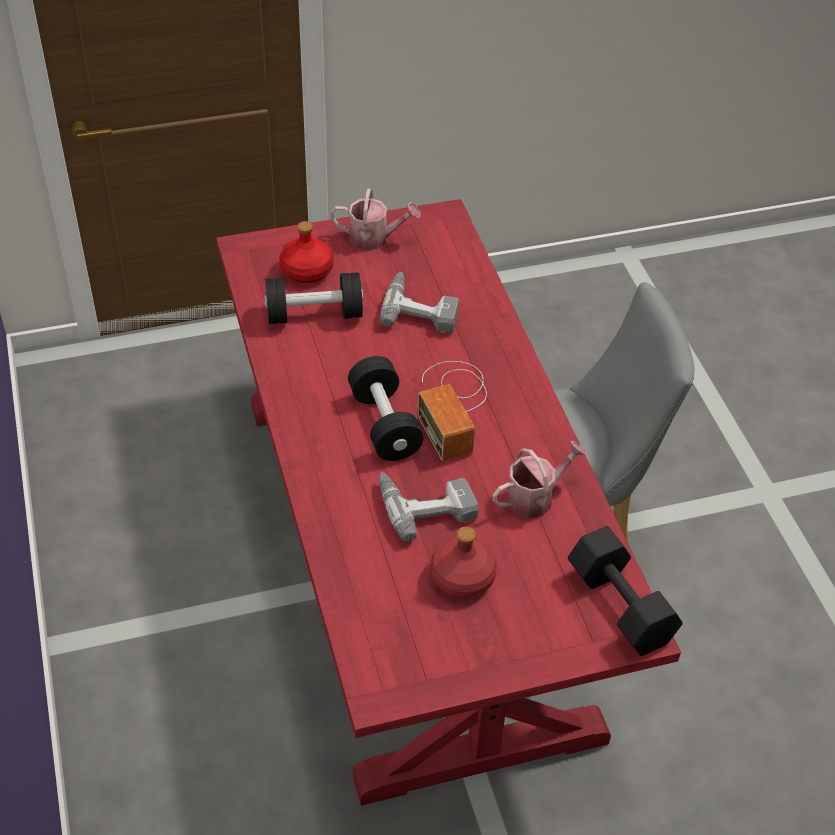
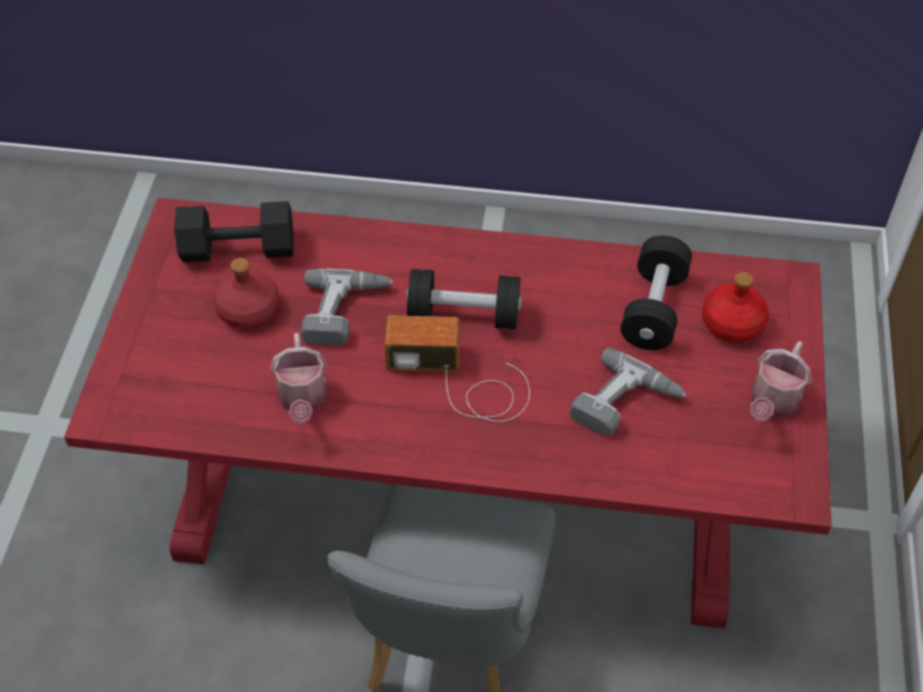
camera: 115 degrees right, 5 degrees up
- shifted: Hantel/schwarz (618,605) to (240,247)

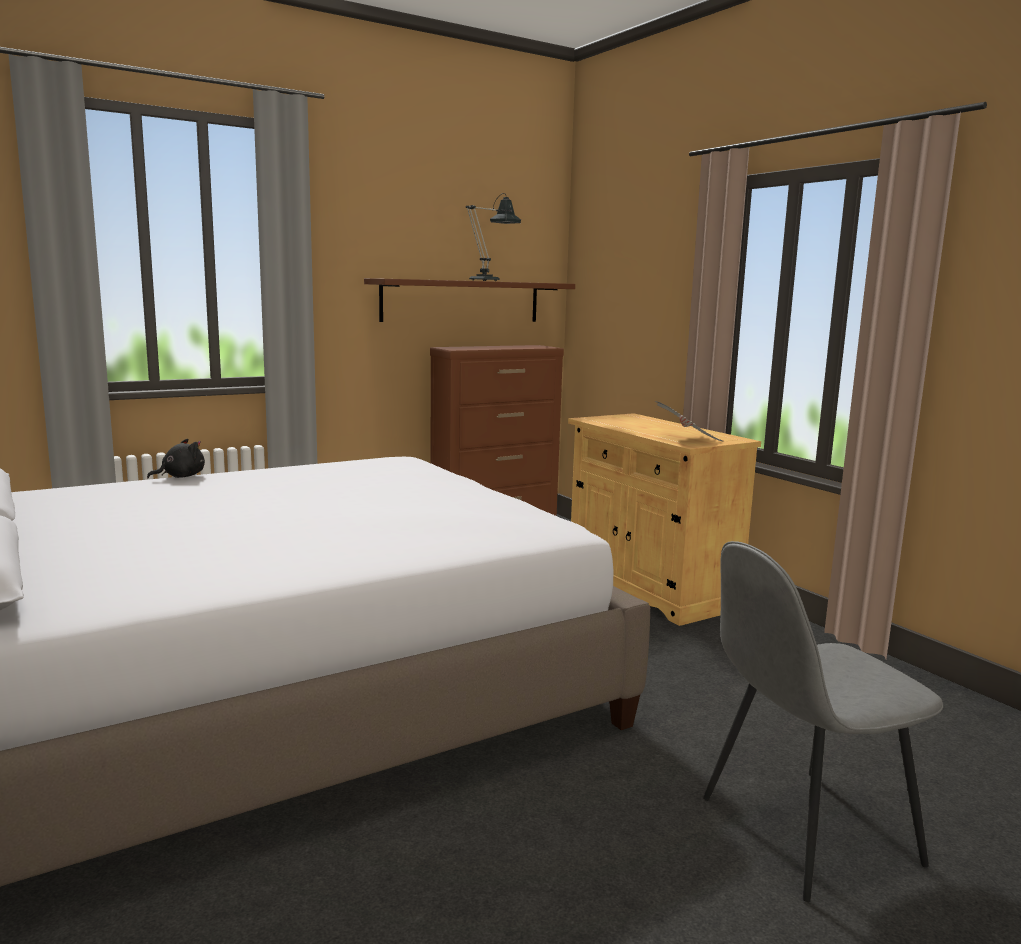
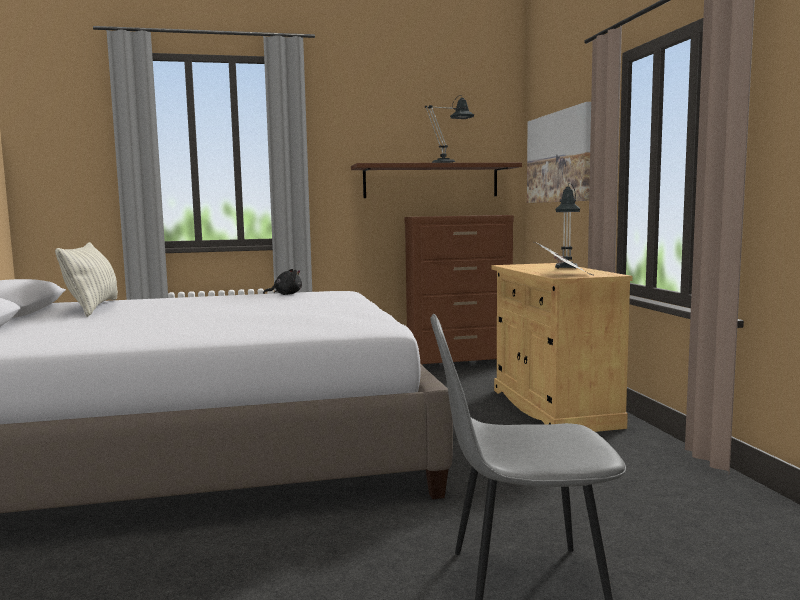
camera: 20 degrees right, 5 degrees down
- shifted: Plüschtier/schwarz (180,476) to (286,294)
- new: Kissen (93,307)
- new: Bild (559,157)
- new: Tischlampe (566,268)

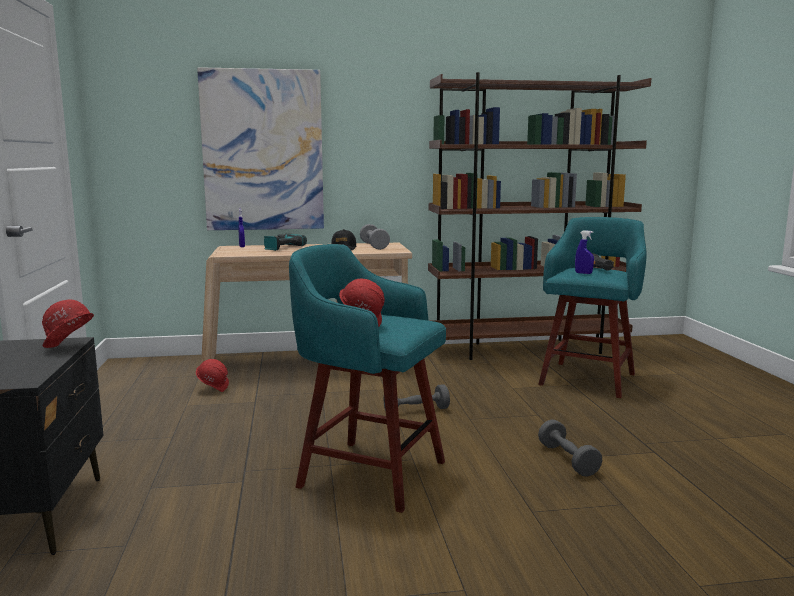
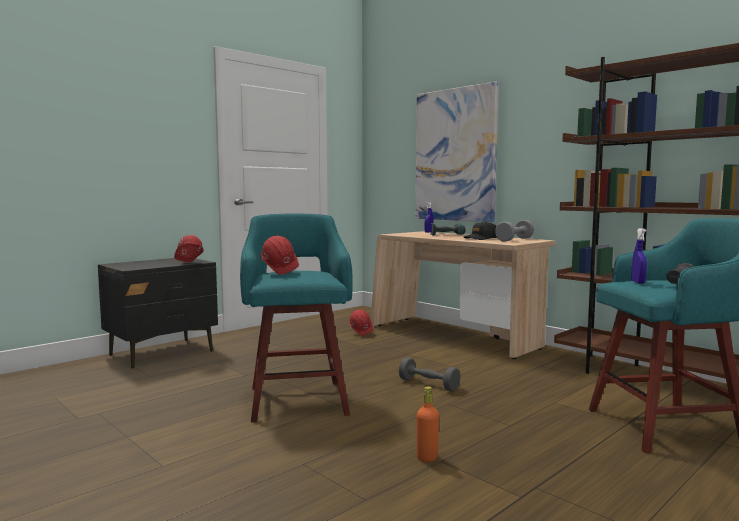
camera: 55 degrees right, 5 degrees down
- swapped: Hantel/grau (568,460) to Flasche/orange (427,458)

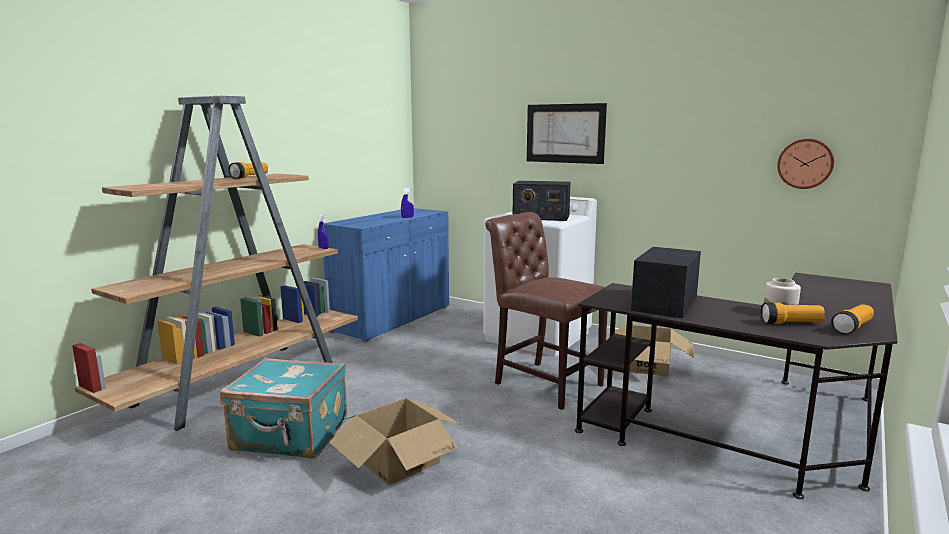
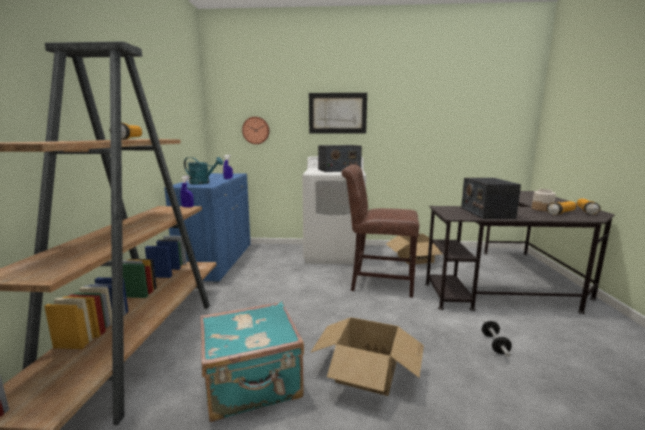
camera: 30 degrees left, 0 degrees up
- shifted: Wanduhr (805,163) to (256,130)
- new: Gießkanne/türkis (203,183)
- new: Hantel (494,344)

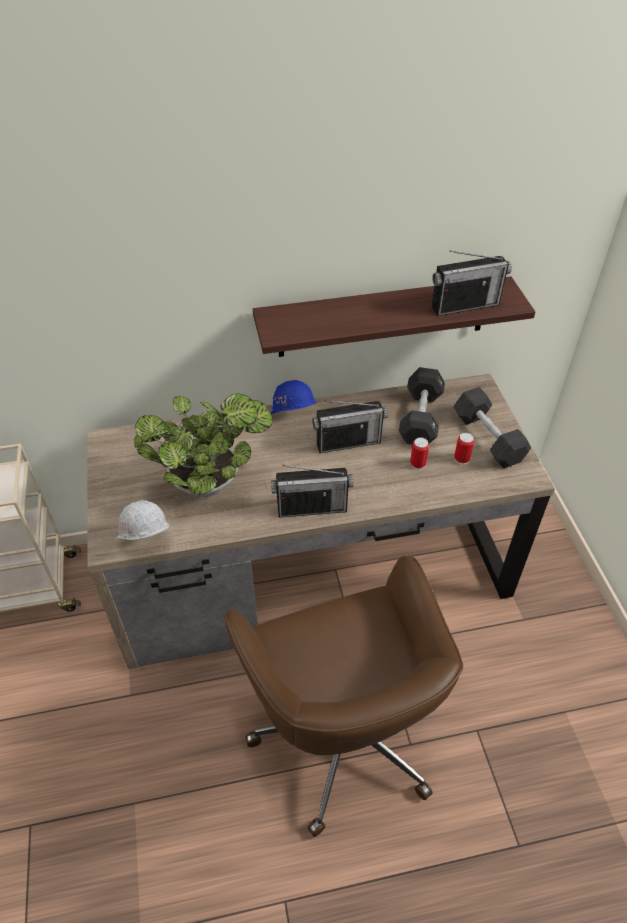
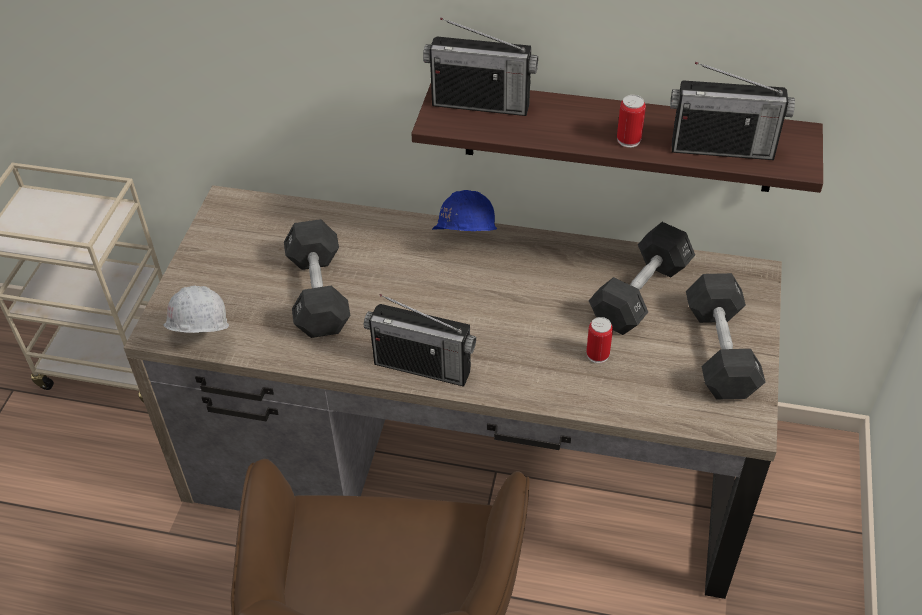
camera: 25 degrees right, 0 degrees up
- swapped: Topfpflanze (211,482) to Hantel/schwarz (318,293)
- shifted: Radio (348,442) to (481,103)
- shifted: Dose (461,459) to (628,140)

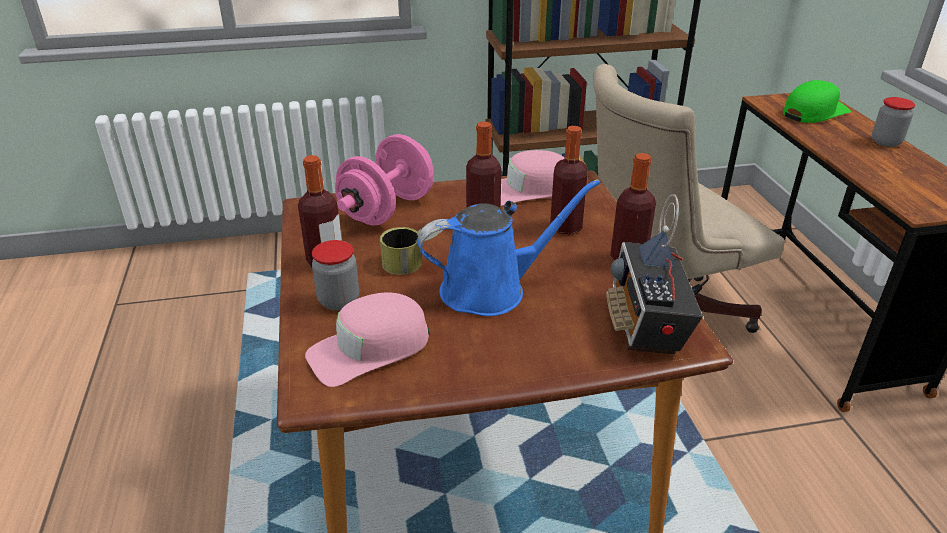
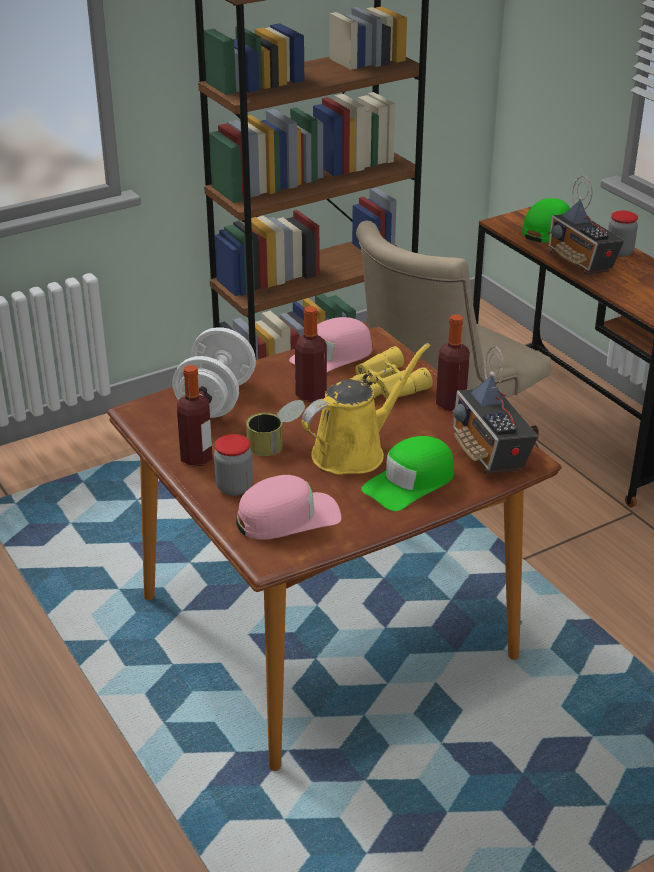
camera: 20 degrees left, 0 degrees up
- rotated: Kappe/rosa (369,349) = (288,517) 150 degrees counterclockwise
- repainted: Hantel/rosa (387,209) to Hantel/weiß (216,400)
- repainted: Gießkanne/blau (491,289) to Gießkanne/gelb (354,452)
- swapped: Flasche (566,227) to Fernglas/gelb (385,386)
- new: Kappe/grün (410,482)
- new: Radio (581,263)

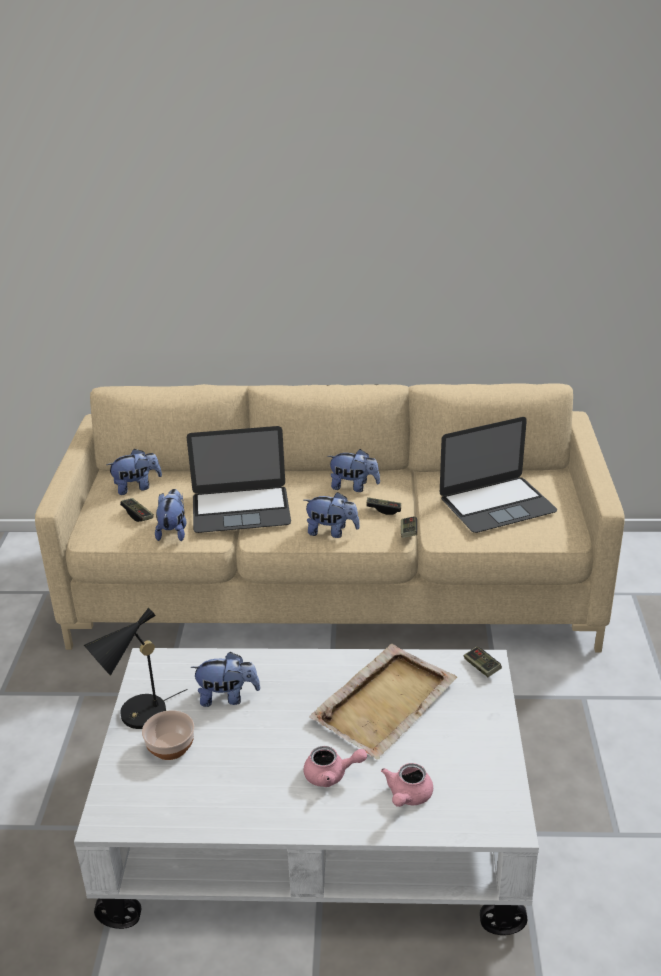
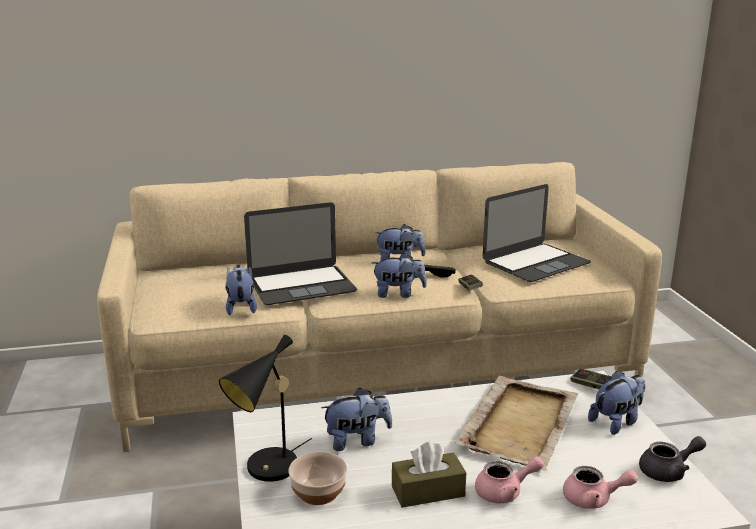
camera: 15 degrees left, 10 degrees down
- shifted: Plüschtier (137,487) to (617,422)
- gone: Gamepad (137,515)
- rotated: Teekanne/rosa (407,796) = (594,499) 90 degrees counterclockwise
- new: Taschentuchbox/braun (428,491)
- new: Teekanne/grau (668,471)

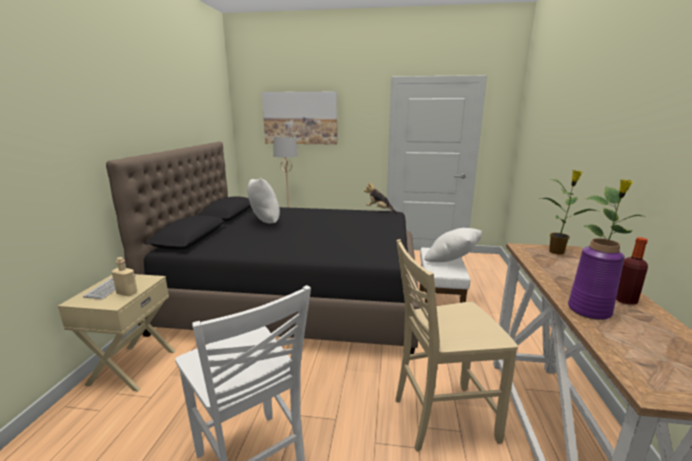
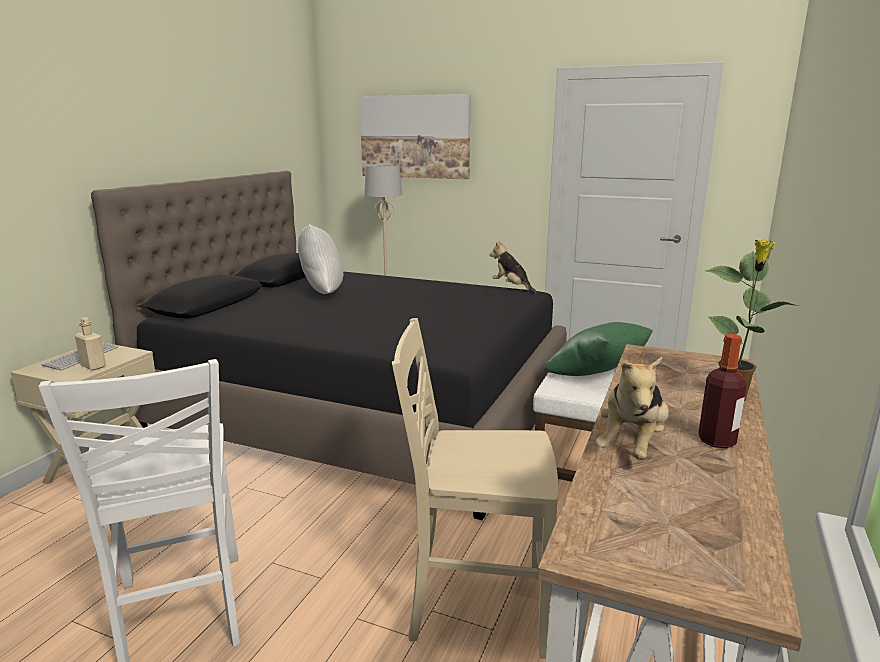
camera: 15 degrees right, 0 degrees up
- repainted: Kissen/weiß (452,261) to Kissen/grün (597,376)
- gone: Topfpflanze (557,252)
- swapped: Vase/lila (589,310) to Plüschtier (632,446)

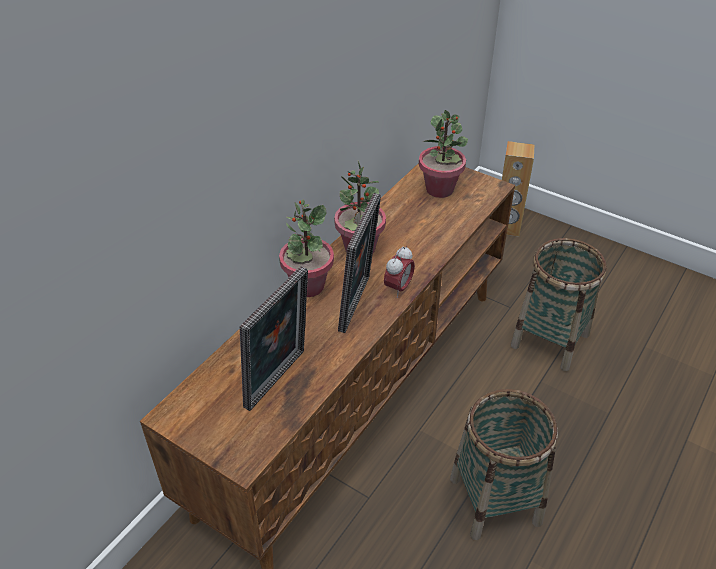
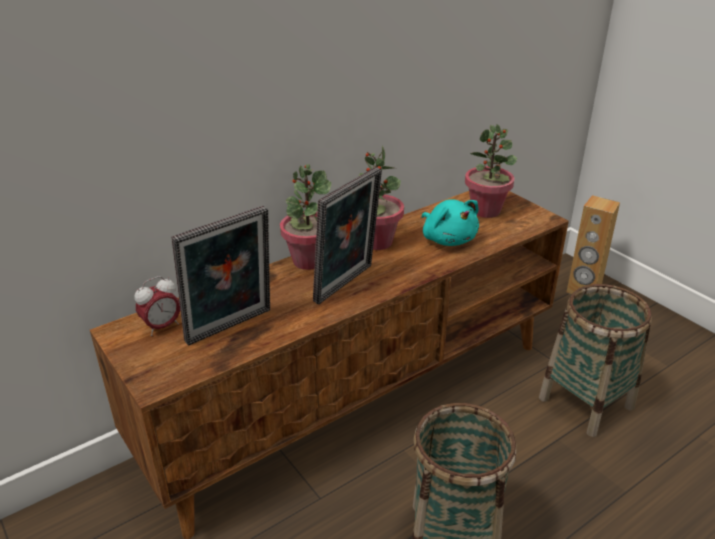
camera: 20 degrees right, 10 degrees down
- shifted: Wecker (398,288) to (162,327)
- new: Plüschtier/türkis (448,239)

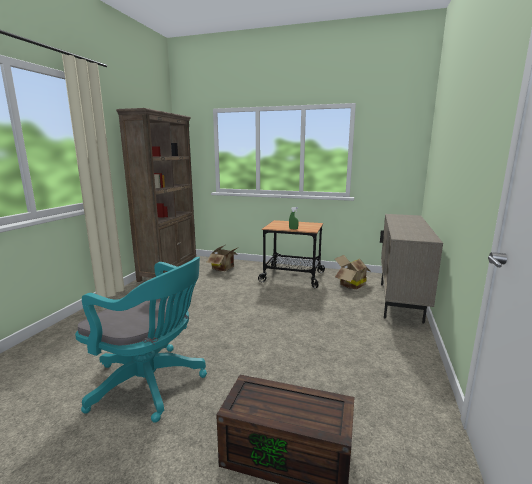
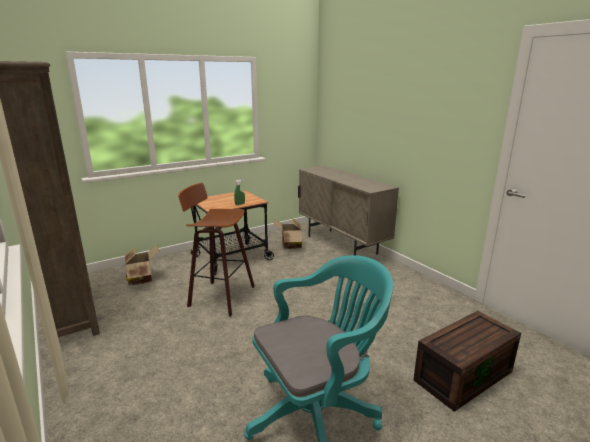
camera: 50 degrees left, 5 degrees up
- new: Hocker (219,296)

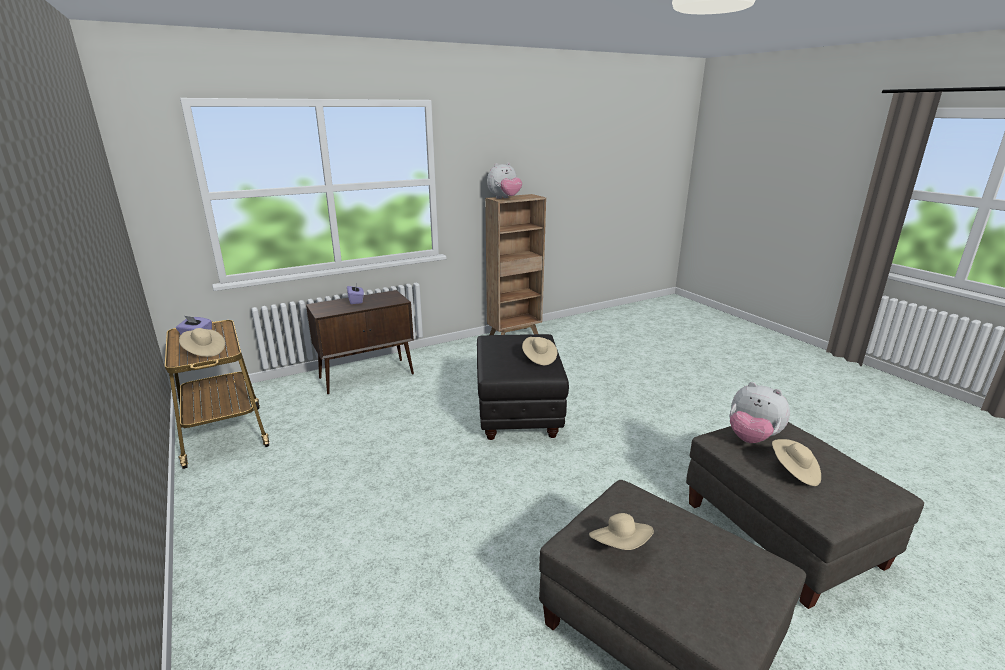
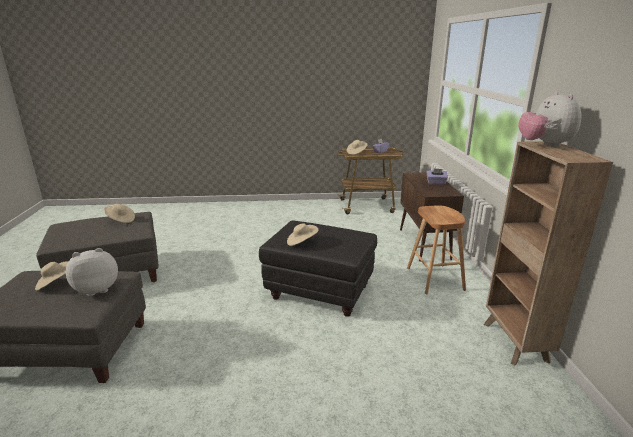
camera: 115 degrees right, 0 degrees up
- new: Hocker/braun (434,279)

